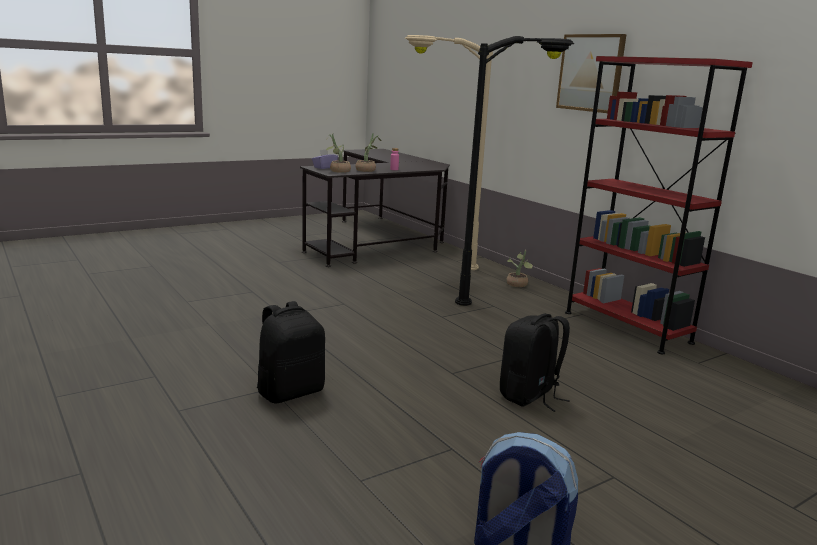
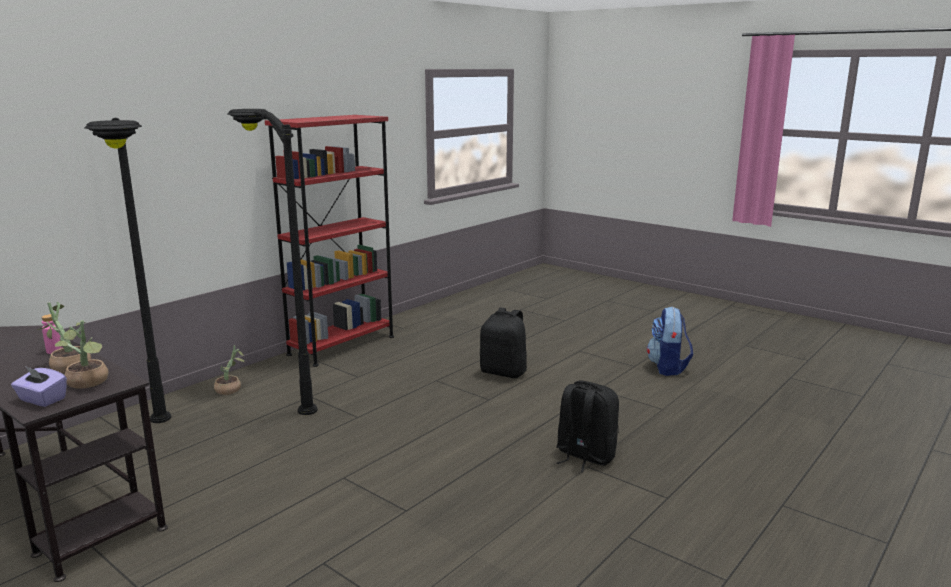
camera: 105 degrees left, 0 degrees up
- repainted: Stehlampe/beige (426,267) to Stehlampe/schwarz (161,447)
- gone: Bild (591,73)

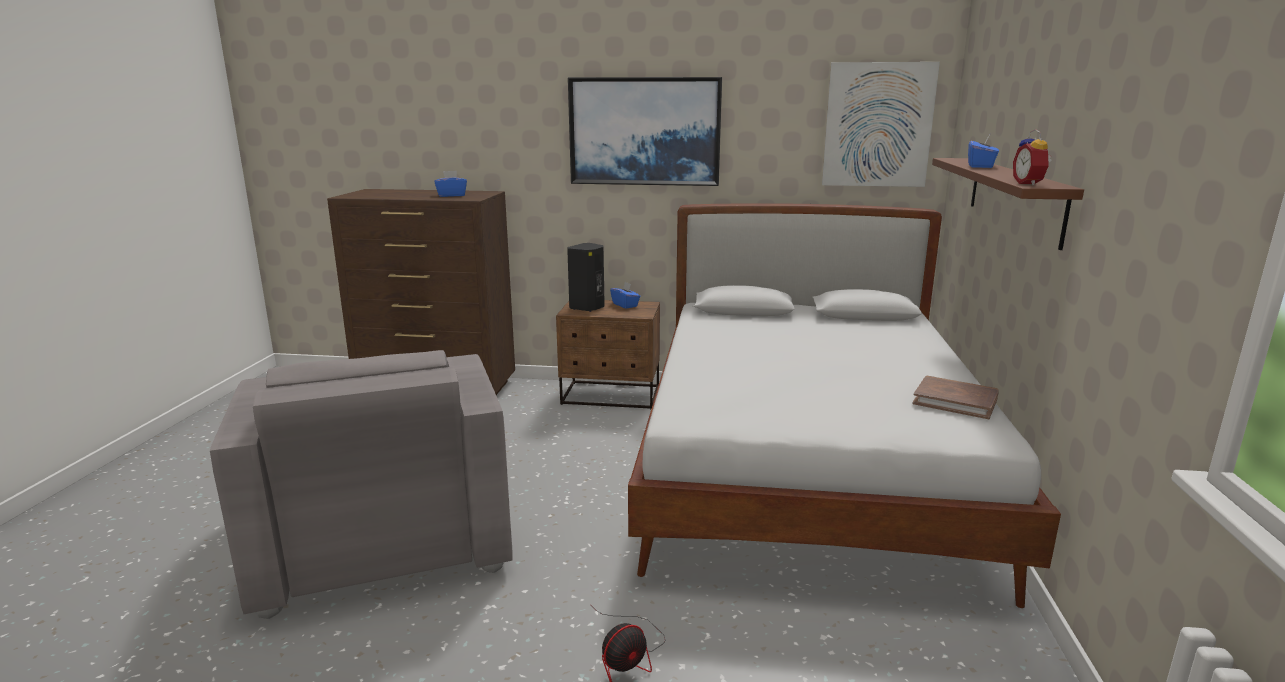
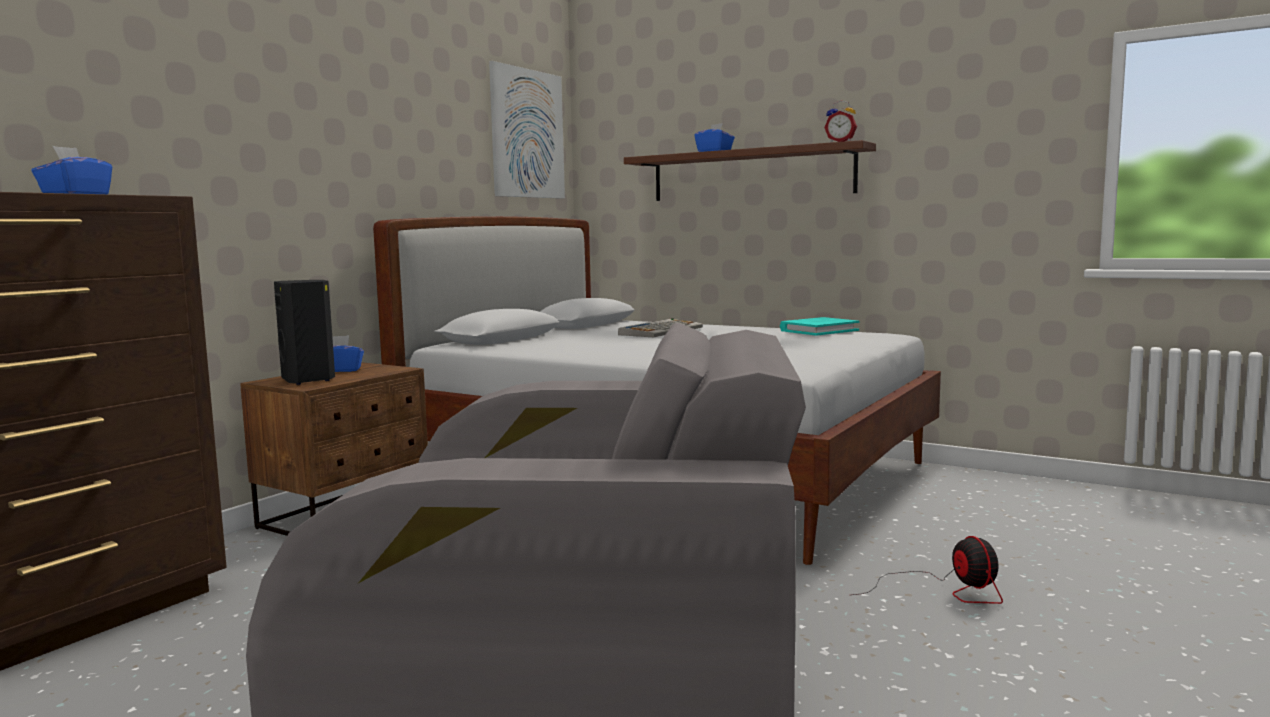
camera: 65 degrees left, 10 degrees down
- gone: Bild (644,131)
- repainted: Buch/braun (955,401) to Buch/türkis (819,330)
- new: Tastatur (661,331)

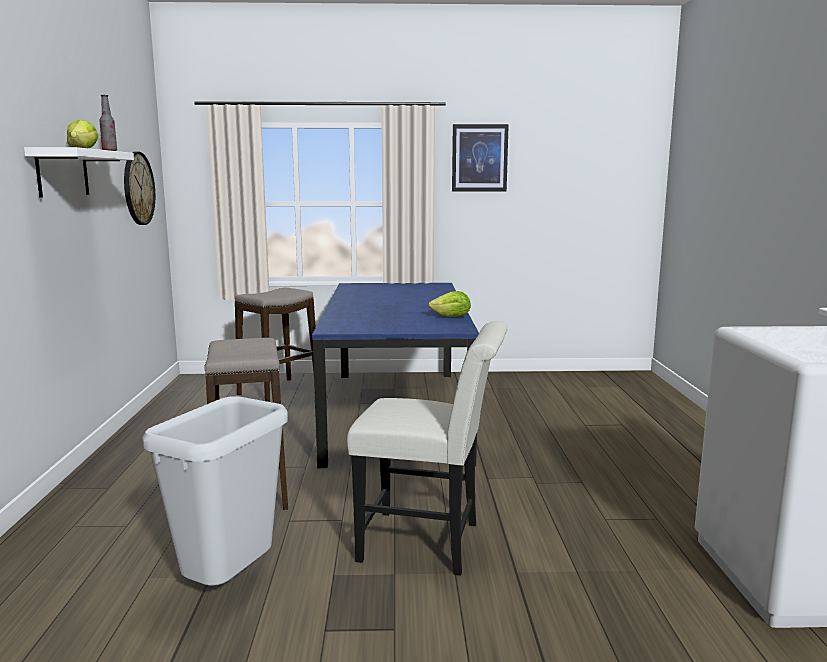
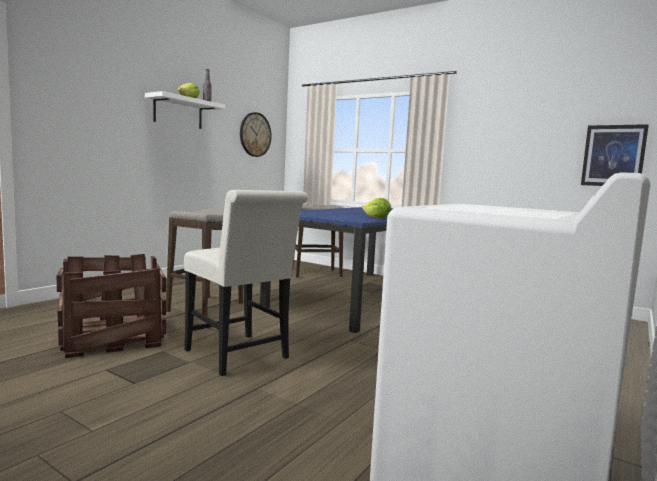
camera: 35 degrees right, 5 degrees down
- swapped: Mülleimer/grau (228,584) to Kiste (114,337)
- shifted: Bild (479,158) to (613,156)

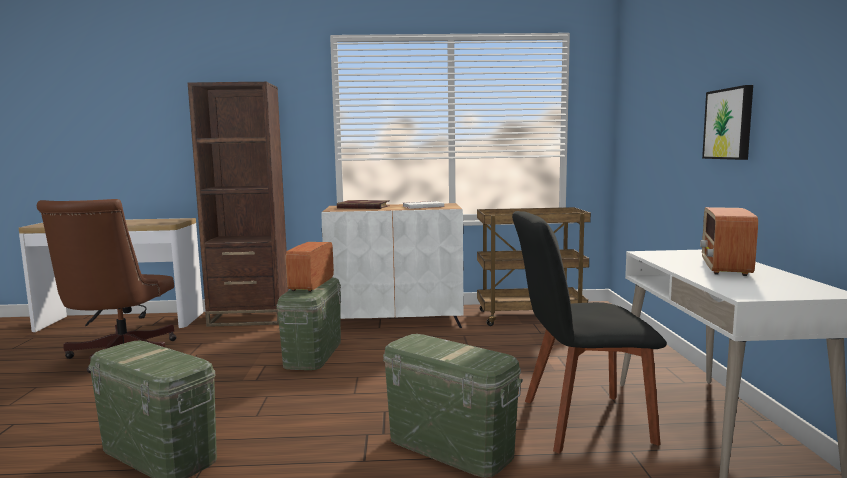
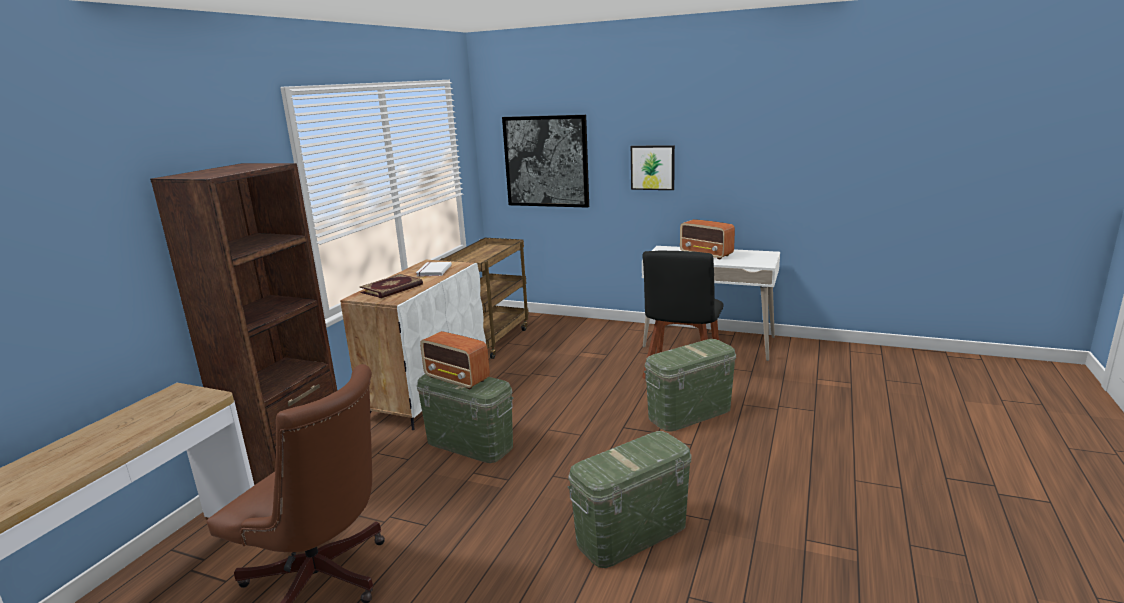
camera: 65 degrees left, 10 degrees up
- new: Bild (546,161)

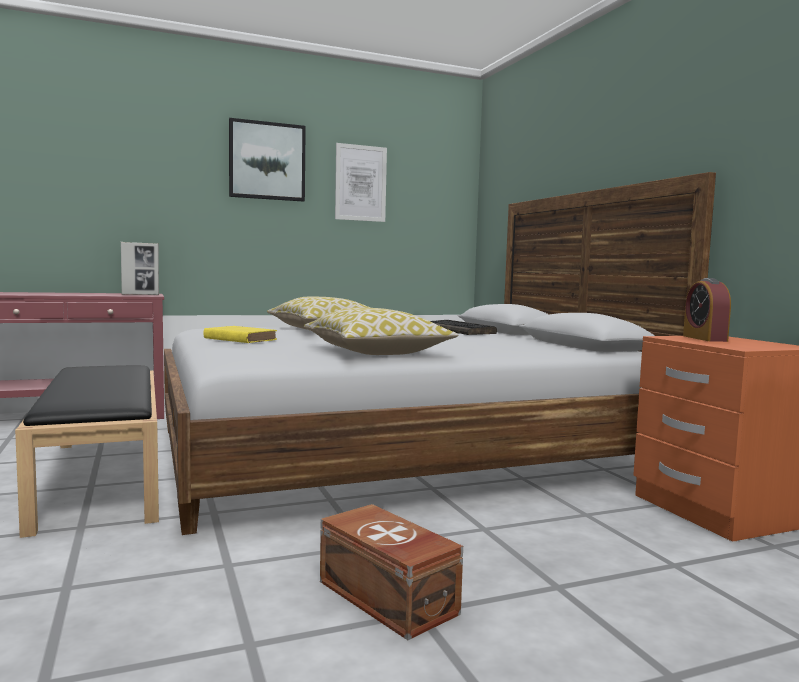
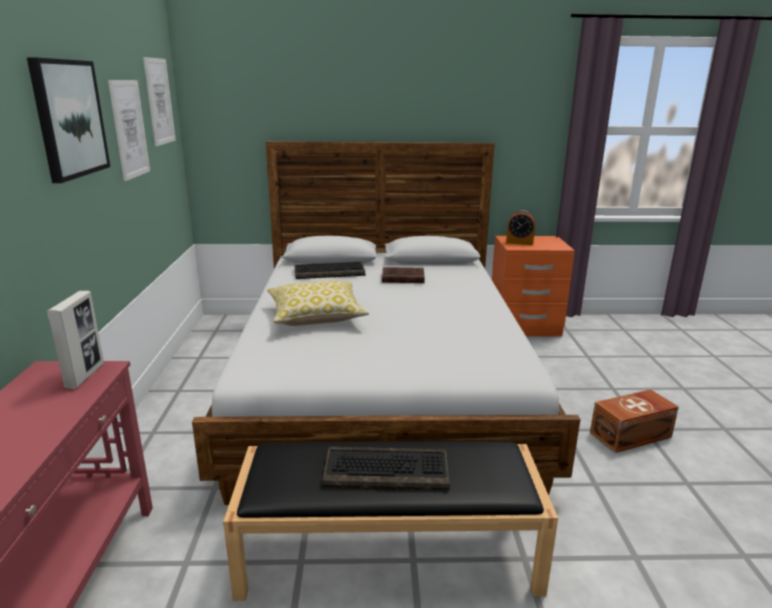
camera: 70 degrees left, 15 degrees up
- gone: Buch/gelb (239,339)
- gone: Kissen (377,352)
- new: Bild (159,101)
- new: Tastatur (387,470)
- new: Buch/braun (401,278)

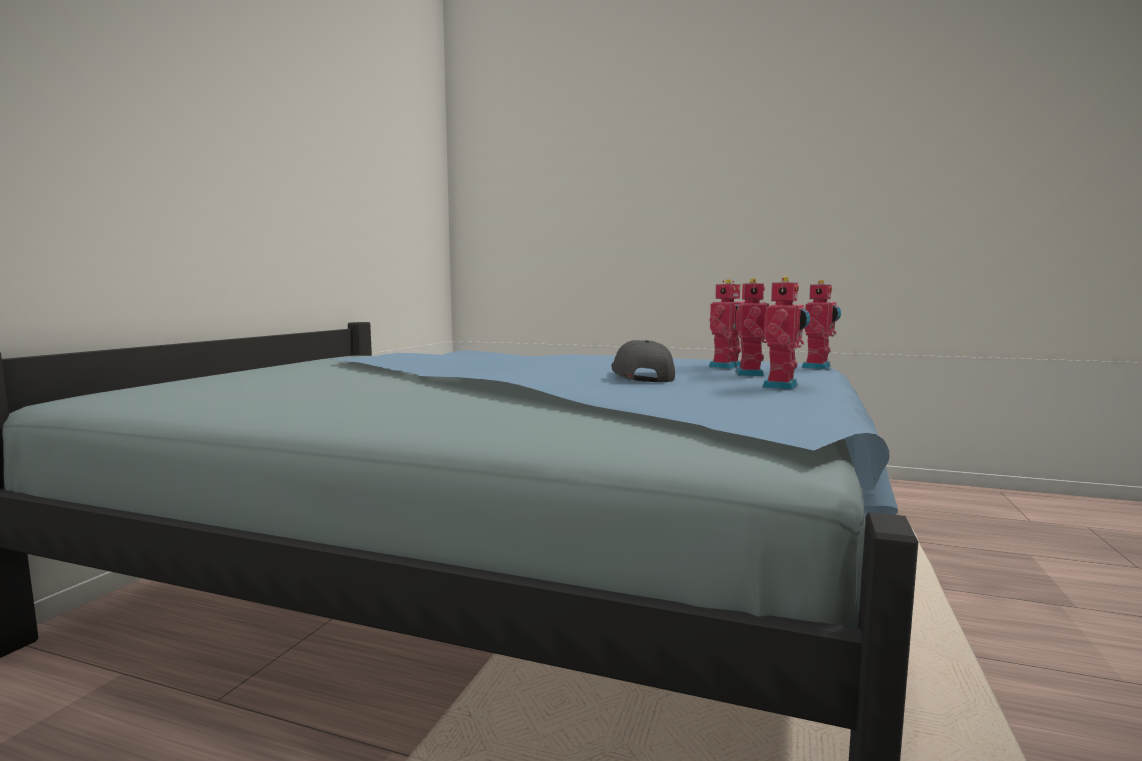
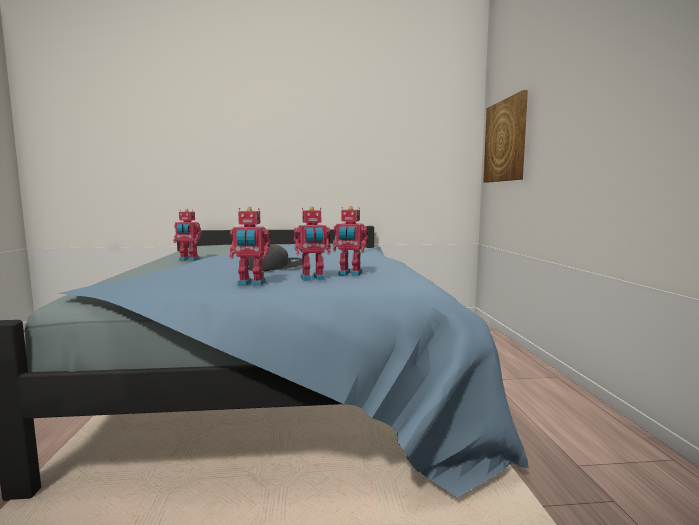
camera: 65 degrees right, 0 degrees up
- shifted: Spielzeugroboter (818,367) to (188,260)
- new: Bild (505,141)

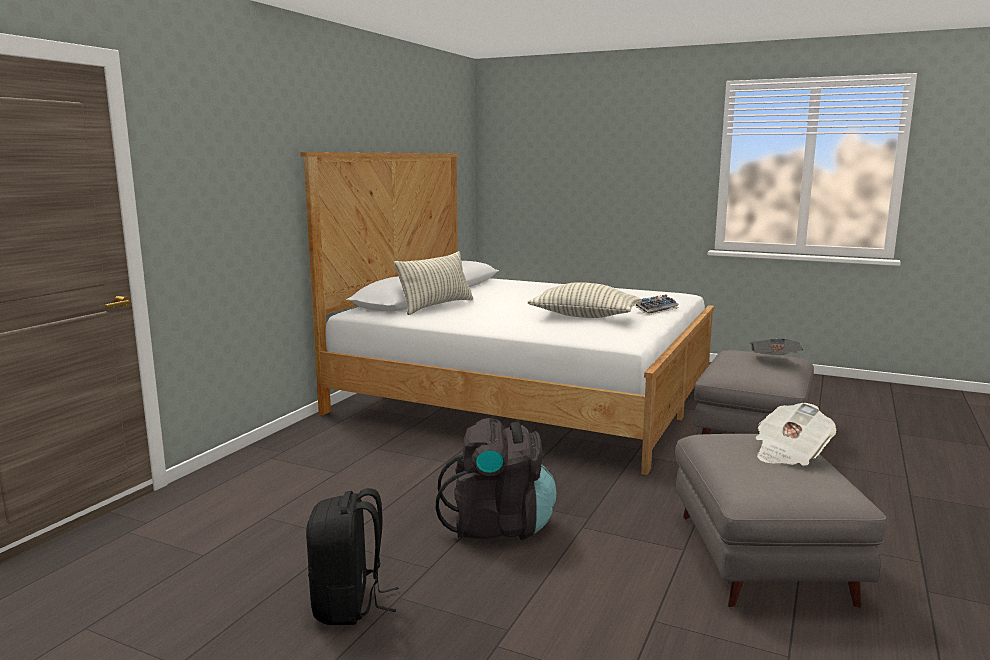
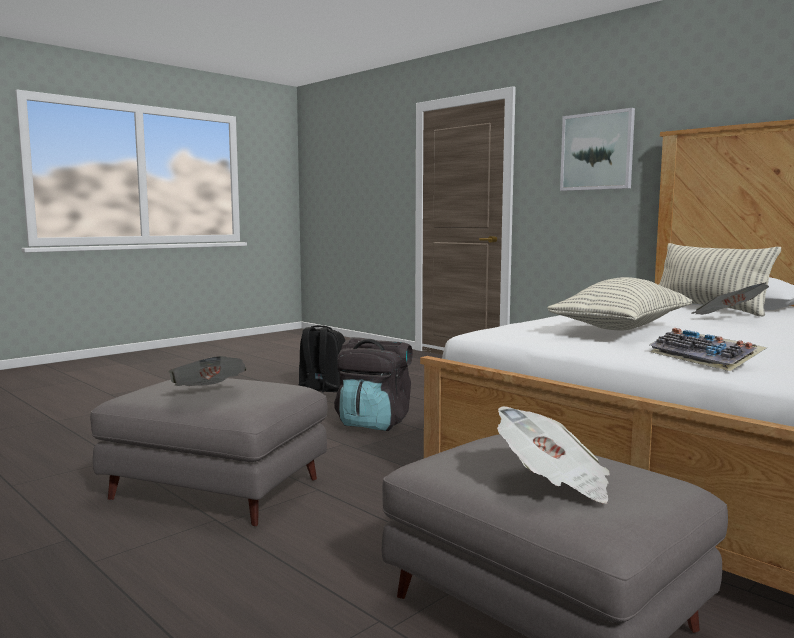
camera: 110 degrees right, 5 degrees down
- new: Bild (597,151)
- new: Zeitung (727,319)

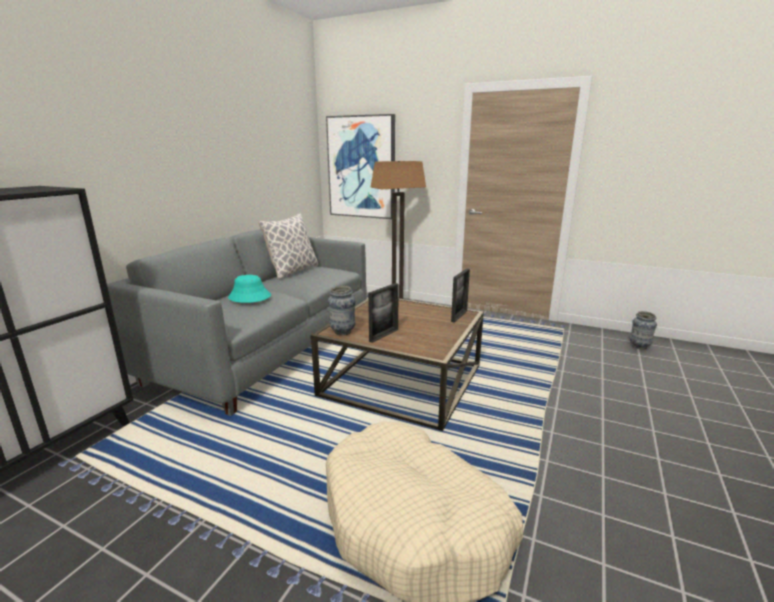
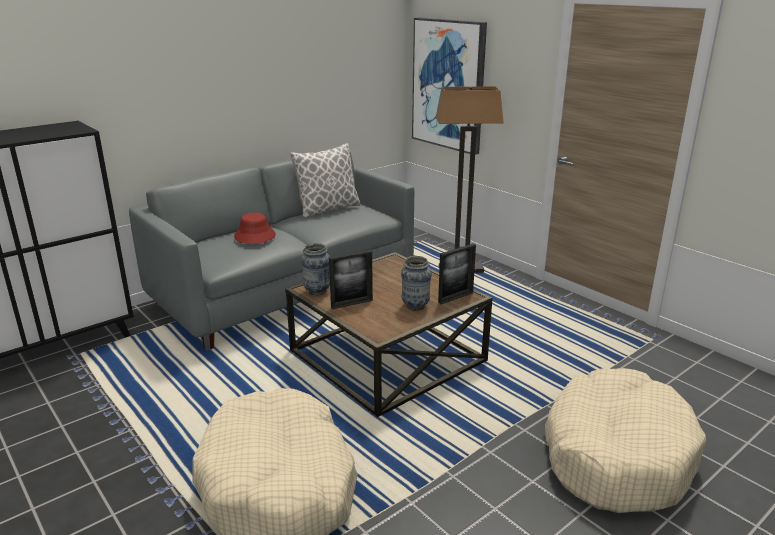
camera: 25 degrees right, 5 degrees up
- repainted: Hut/türkis (249,297) to Hut/rot (254,236)
- shifted: Vase (639,347) to (415,306)
- new: Hundebett/beige (616,455)

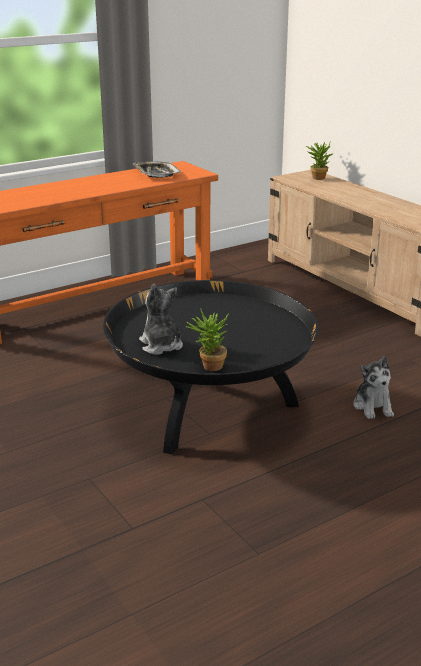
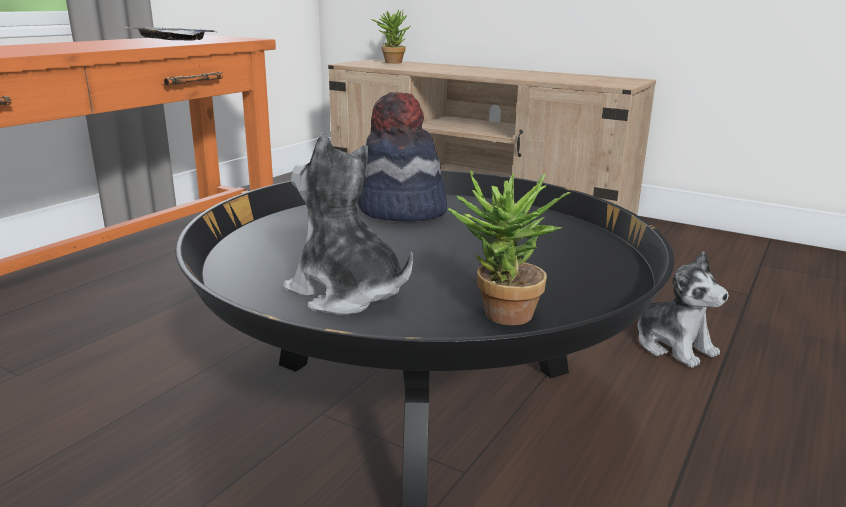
camera: 25 degrees left, 5 degrees down
- new: Hut (401,211)

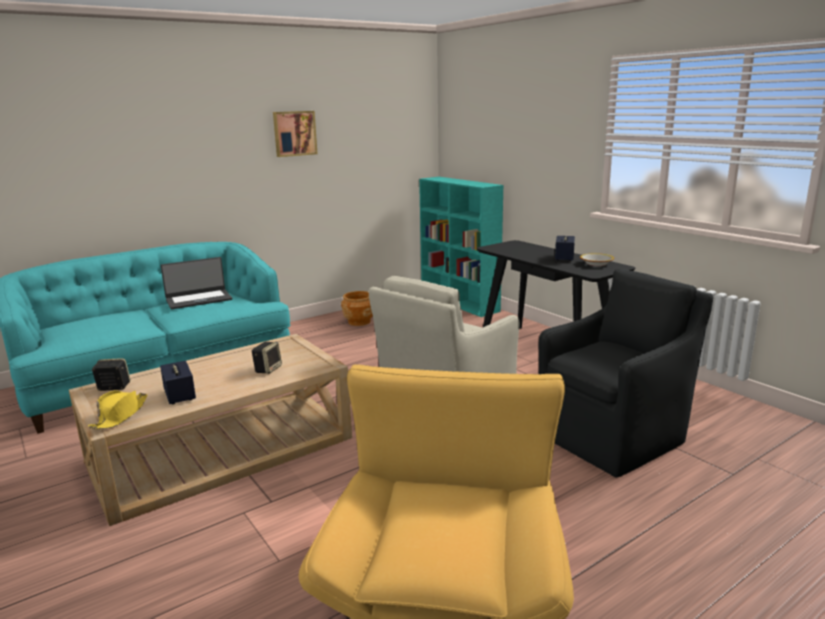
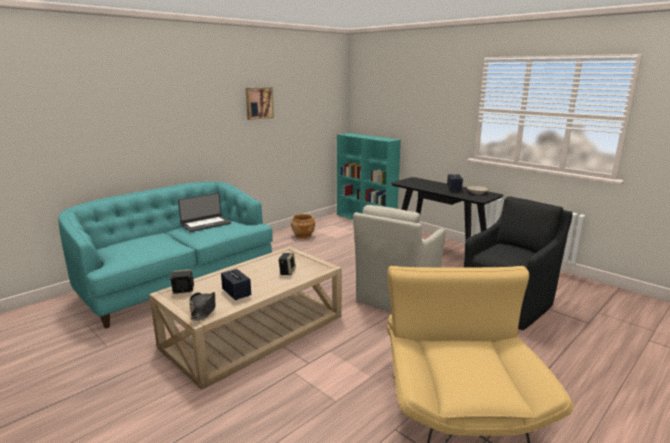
camera: 10 degrees left, 0 degrees up
- repainted: Hut/gelb (120,415) to Hut/schwarz (203,310)

